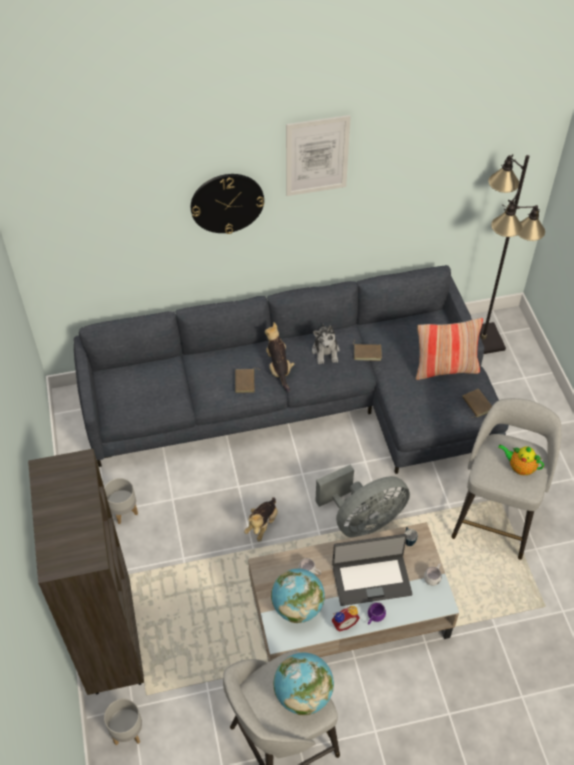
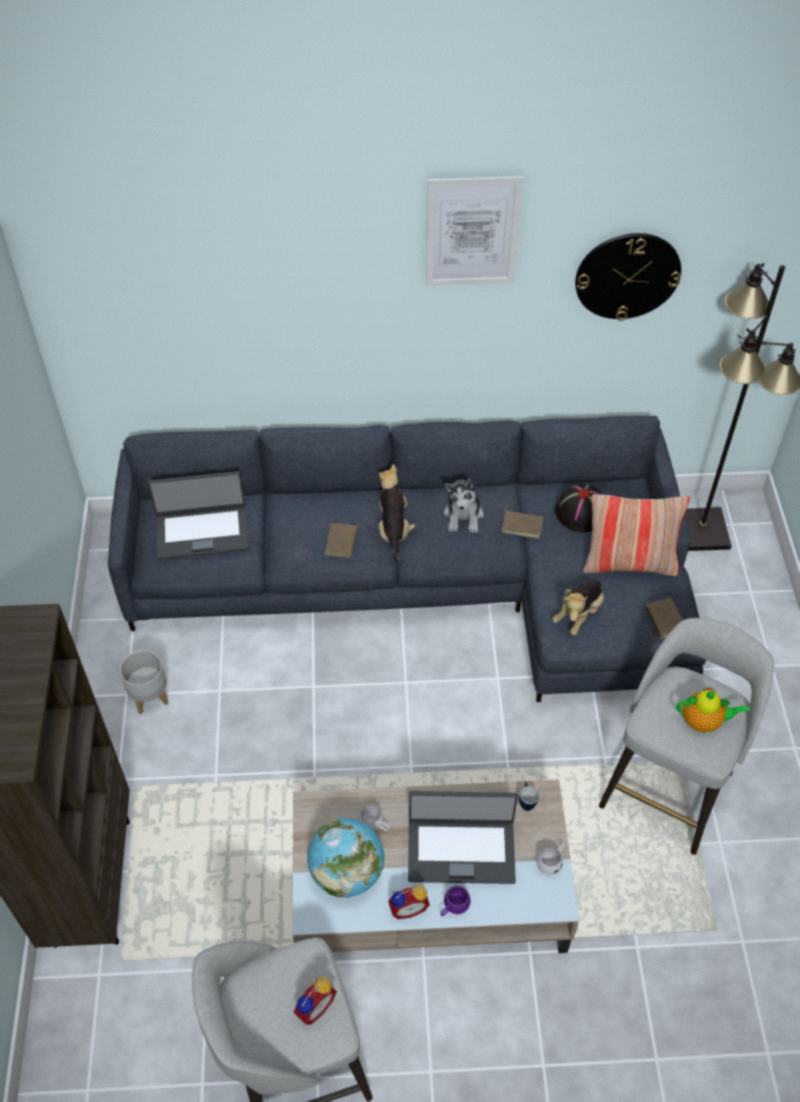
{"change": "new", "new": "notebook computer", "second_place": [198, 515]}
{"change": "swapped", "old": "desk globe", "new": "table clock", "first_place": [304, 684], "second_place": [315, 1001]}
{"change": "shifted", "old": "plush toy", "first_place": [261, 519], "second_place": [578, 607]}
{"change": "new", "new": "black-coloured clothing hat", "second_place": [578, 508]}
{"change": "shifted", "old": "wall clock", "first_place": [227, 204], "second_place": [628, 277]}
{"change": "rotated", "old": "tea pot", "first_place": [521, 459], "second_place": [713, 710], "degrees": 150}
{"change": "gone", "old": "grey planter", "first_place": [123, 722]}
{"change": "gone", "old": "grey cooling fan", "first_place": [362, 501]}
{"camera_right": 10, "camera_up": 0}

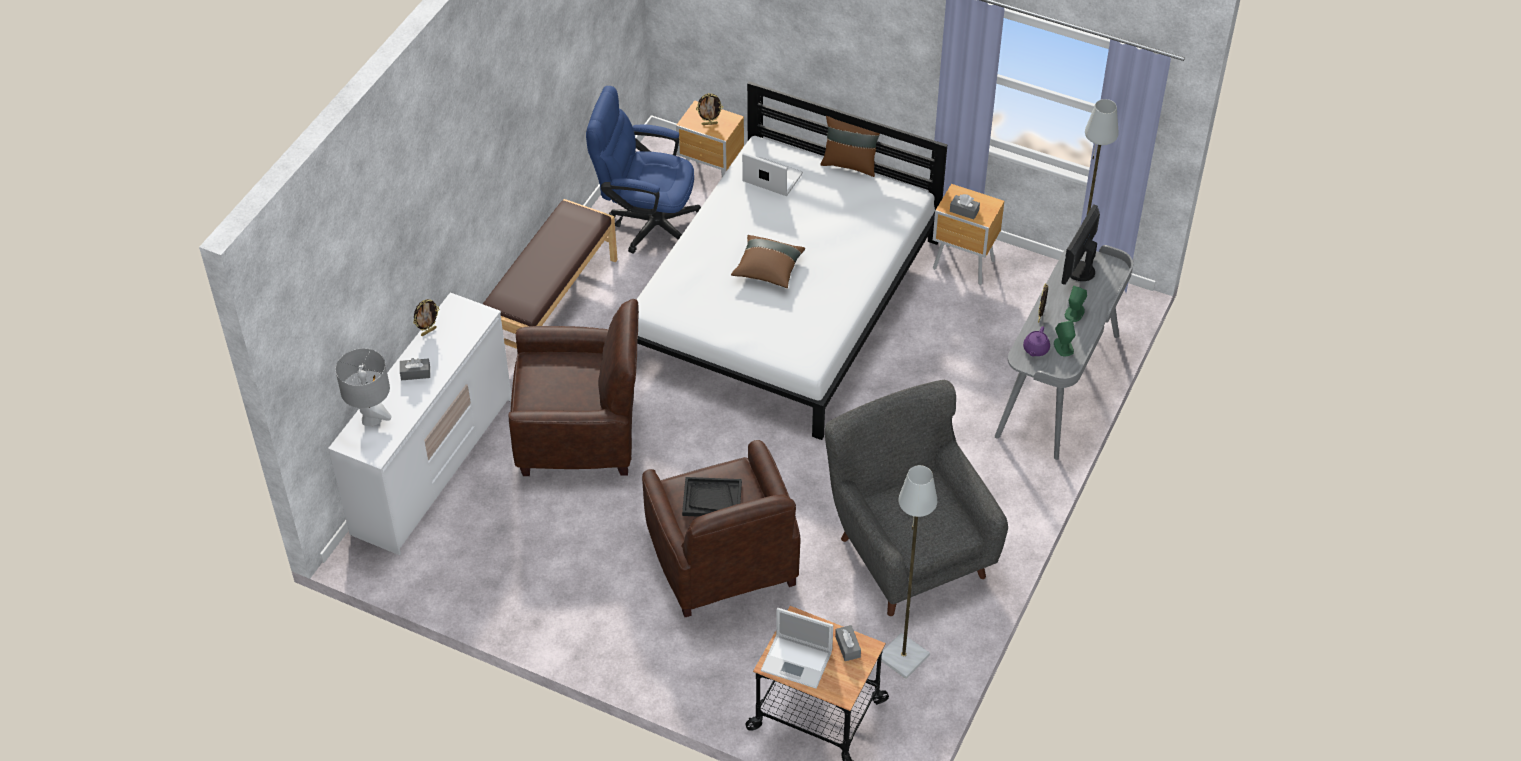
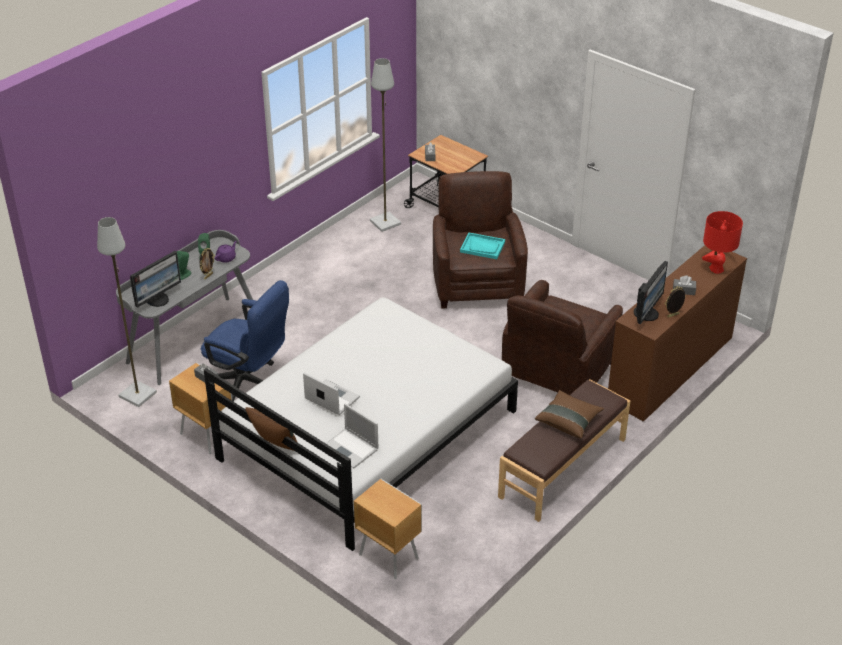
{"change": "shifted", "old": "bluish desk chair", "first_place": [643, 169], "second_place": [245, 340]}
{"change": "shifted", "old": "notebook computer", "first_place": [797, 648], "second_place": [331, 393]}
{"change": "repainted", "old": "black-coloured serving tray", "new": "blue-green serving tray", "first_place": [712, 497], "second_place": [482, 245]}
{"change": "rotated", "old": "brownish armchair", "first_place": [573, 387], "second_place": [562, 337], "degrees": -75}
{"change": "shifted", "old": "brownish cushion", "first_place": [768, 261], "second_place": [569, 414]}
{"change": "repainted", "old": "white-coloured drawer chest", "new": "brownish drawer chest", "first_place": [420, 423], "second_place": [677, 333]}
{"change": "new", "new": "computer screen", "second_place": [651, 292]}
{"change": "repainted", "old": "grey table lamp", "new": "reddish table lamp", "first_place": [363, 387], "second_place": [722, 242]}
{"change": "gone", "old": "photo frame", "first_place": [709, 109]}
{"change": "gone", "old": "grey armchair", "first_place": [916, 498]}
{"camera_right": -165, "camera_up": -10}

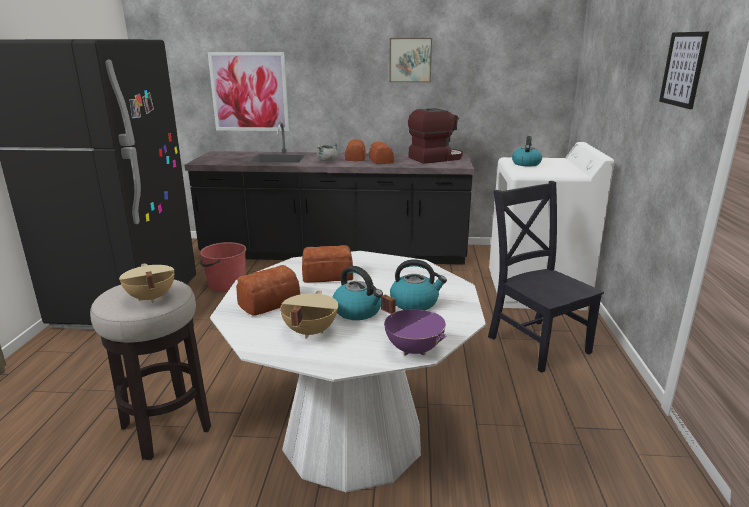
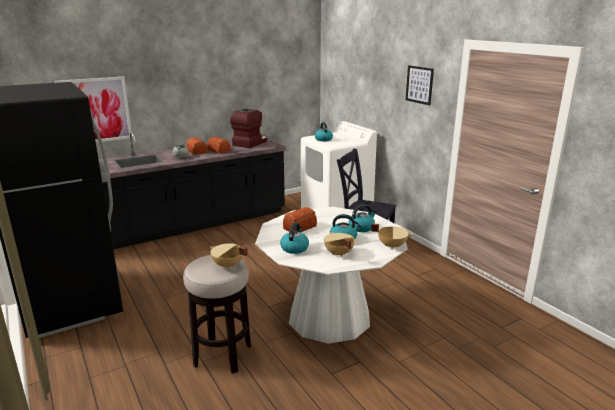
{"change": "swapped", "old": "bread", "new": "kettle", "first_place": [268, 290], "second_place": [294, 238]}
{"change": "repainted", "old": "purplish stockpot", "new": "beige stockpot", "first_place": [413, 325], "second_place": [391, 236]}
{"change": "gone", "old": "reddish bucket", "first_place": [223, 267]}
{"change": "gone", "old": "wall picture", "first_place": [410, 60]}
{"camera_right": -35, "camera_up": 0}

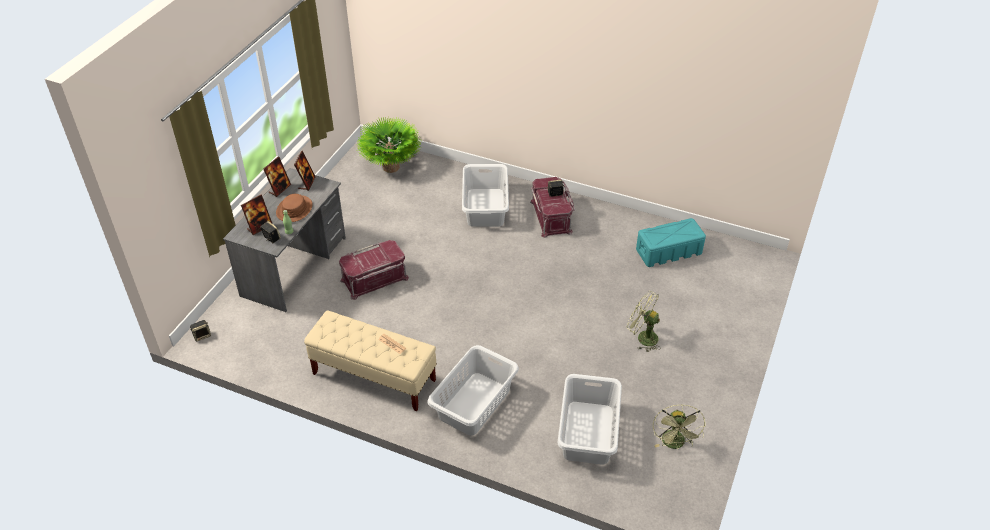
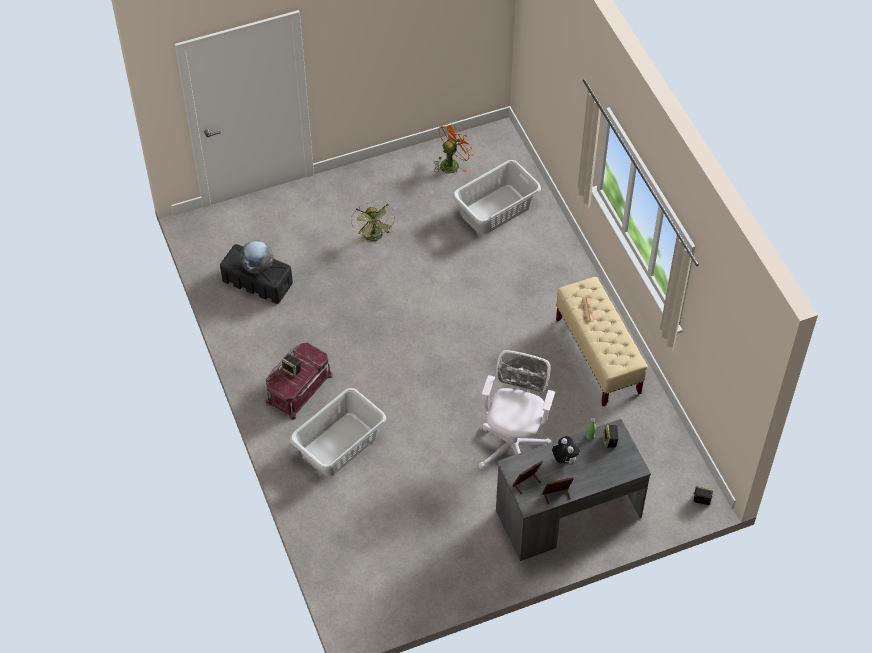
{"change": "repainted", "old": "blue-green storage box", "new": "black-coloured storage box", "first_place": [671, 242], "second_place": [256, 274]}
{"change": "new", "new": "desk globe", "second_place": [257, 257]}
{"change": "repainted", "old": "greenish cooling fan", "new": "orange-coloured cooling fan", "first_place": [679, 427], "second_place": [454, 148]}
{"change": "swapped", "old": "reddish storage box", "new": "white-coloured desk chair", "first_place": [374, 270], "second_place": [516, 410]}
{"change": "swapped", "old": "brownish clothing hat", "new": "plush toy", "first_place": [294, 208], "second_place": [566, 450]}
{"change": "gone", "old": "photo frame", "first_place": [256, 215]}
{"change": "gone", "old": "houseplant", "first_place": [389, 145]}
{"change": "gone", "old": "grey laundry basket", "first_place": [473, 390]}
{"camera_right": -135, "camera_up": 10}

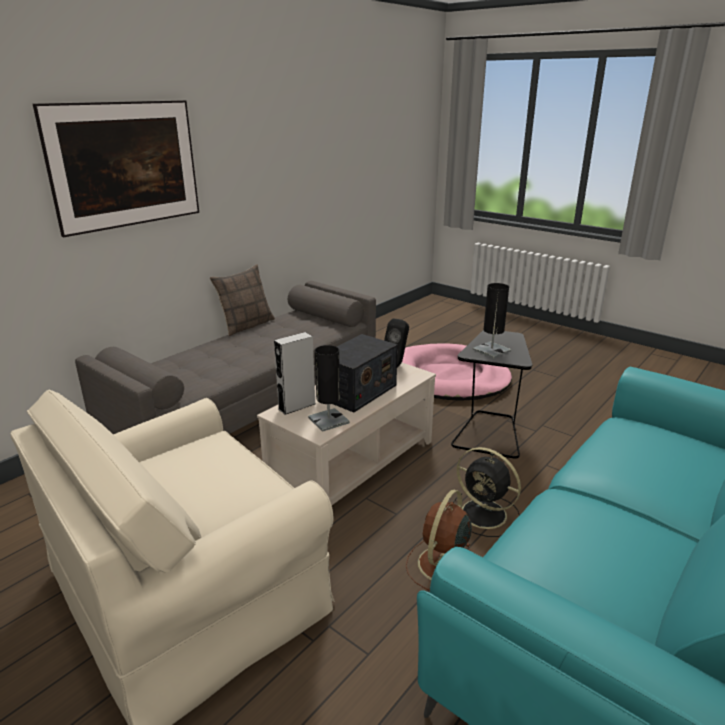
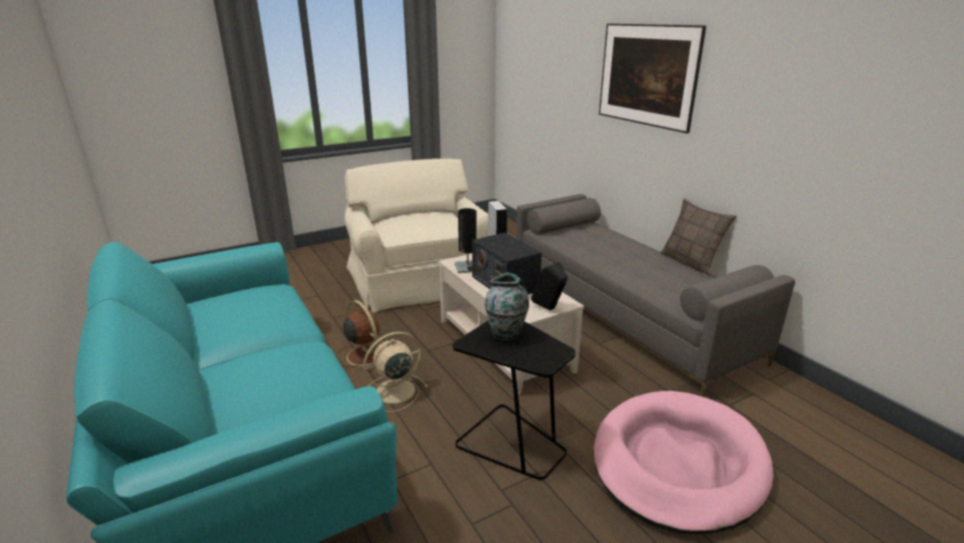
{"change": "repainted", "old": "black-coloured cooling fan", "new": "beige cooling fan", "first_place": [487, 492], "second_place": [395, 372]}
{"change": "swapped", "old": "black-coloured table lamp", "new": "flower vase", "first_place": [492, 320], "second_place": [506, 307]}
{"camera_right": 110, "camera_up": 0}

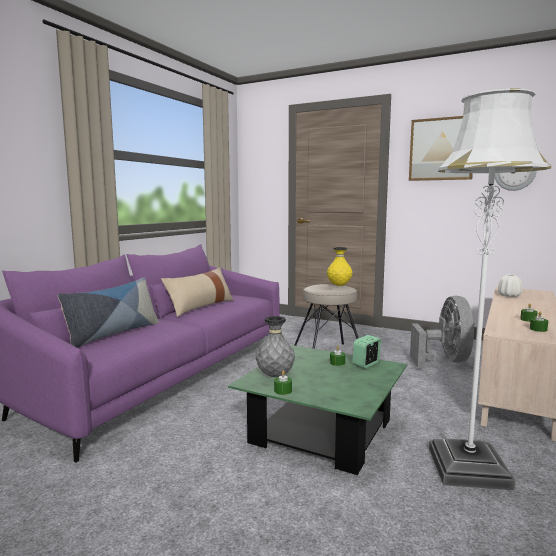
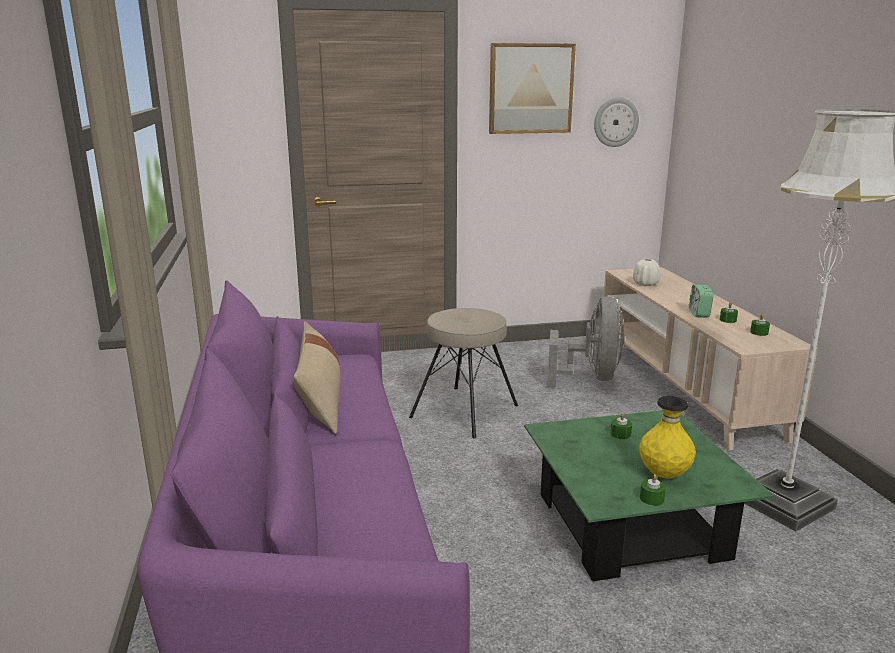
{"change": "rotated", "old": "grey cooling fan", "first_place": [442, 332], "second_place": [586, 341], "degrees": 45}
{"change": "shifted", "old": "yellow-coloured flower vase", "first_place": [339, 266], "second_place": [667, 437]}
{"change": "shifted", "old": "table clock", "first_place": [367, 352], "second_place": [701, 301]}
{"change": "gone", "old": "cushion", "first_place": [108, 312]}
{"change": "gone", "old": "grey flower vase", "first_place": [275, 346]}
{"camera_right": -40, "camera_up": 10}

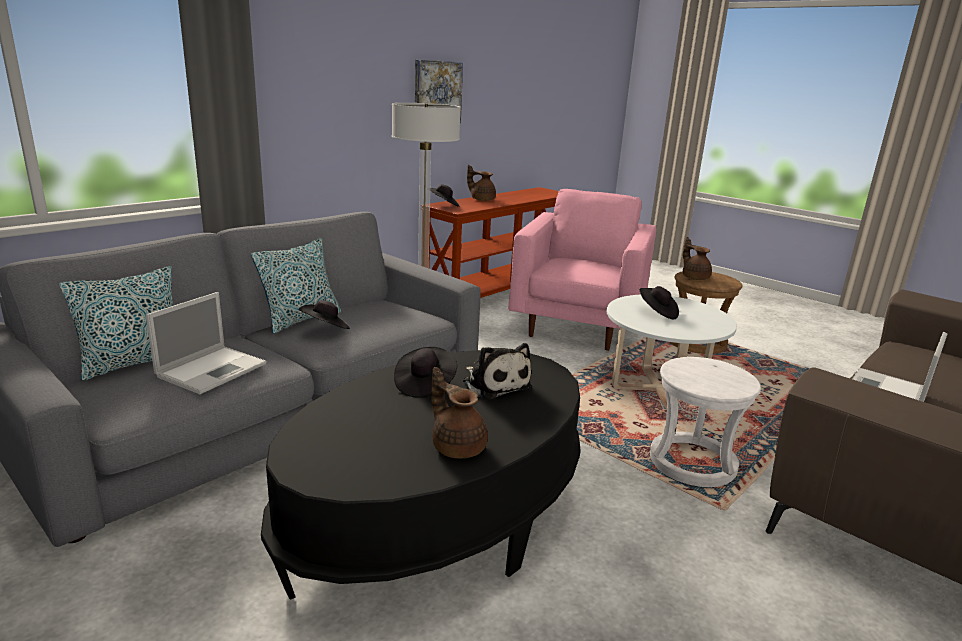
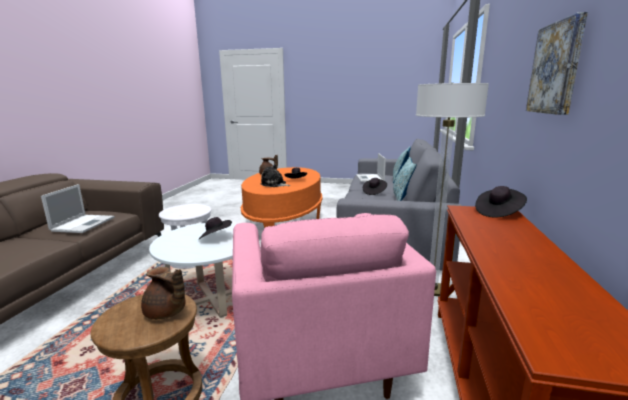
{"change": "repainted", "old": "black-coloured low table", "new": "orange-coloured low table", "first_place": [421, 474], "second_place": [282, 197]}
{"change": "gone", "old": "brownish tea pot", "first_place": [481, 183]}
{"camera_right": 150, "camera_up": -5}

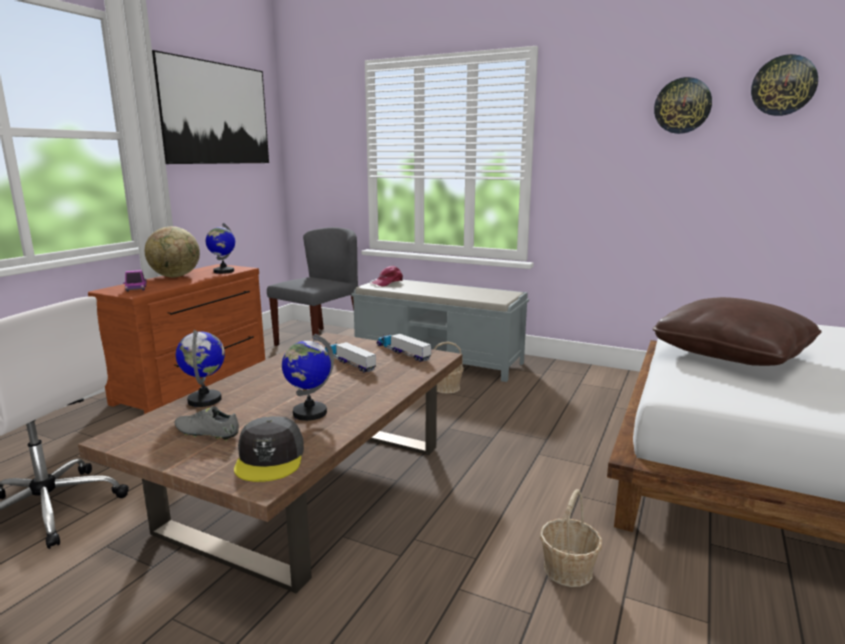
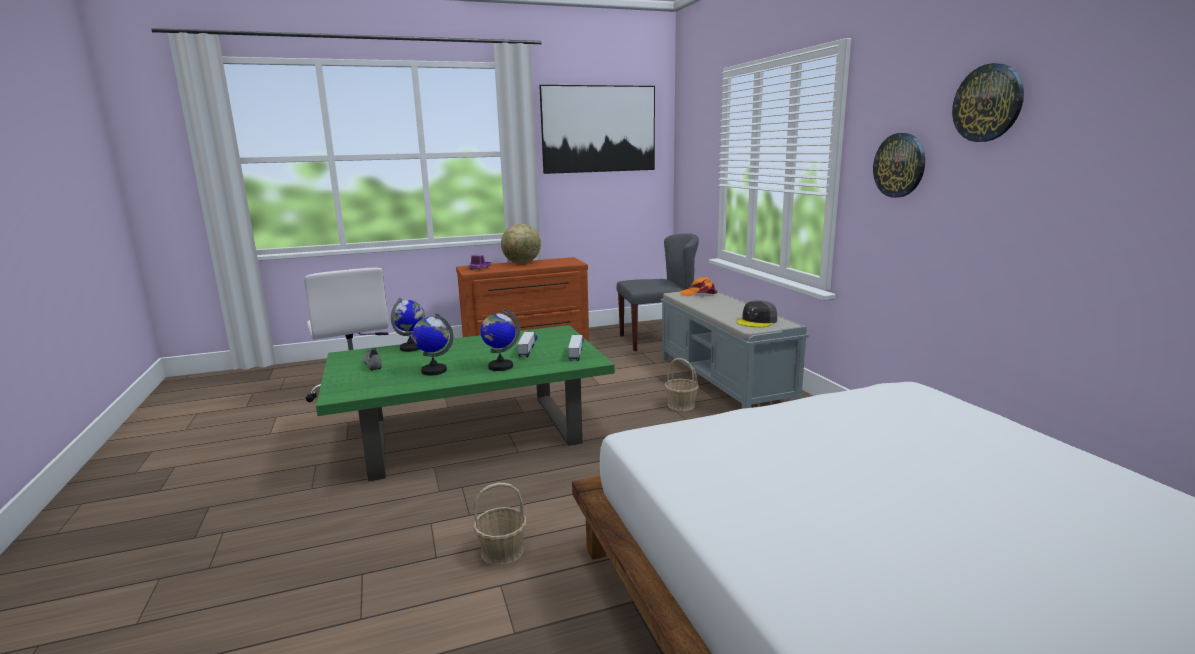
{"change": "repainted", "old": "brownish low table", "new": "greenish low table", "first_place": [270, 463], "second_place": [465, 403]}
{"change": "shifted", "old": "desk globe", "first_place": [220, 248], "second_place": [500, 340]}
{"change": "repainted", "old": "pink baseball cap", "new": "orange-coloured baseball cap", "first_place": [386, 276], "second_place": [698, 286]}
{"change": "shifted", "old": "grey baseball cap", "first_place": [269, 449], "second_place": [757, 313]}
{"change": "shifted", "old": "wall clock", "first_place": [784, 85], "second_place": [899, 165]}
{"change": "gone", "old": "brownish cushion", "first_place": [737, 331]}
{"camera_right": 45, "camera_up": 0}

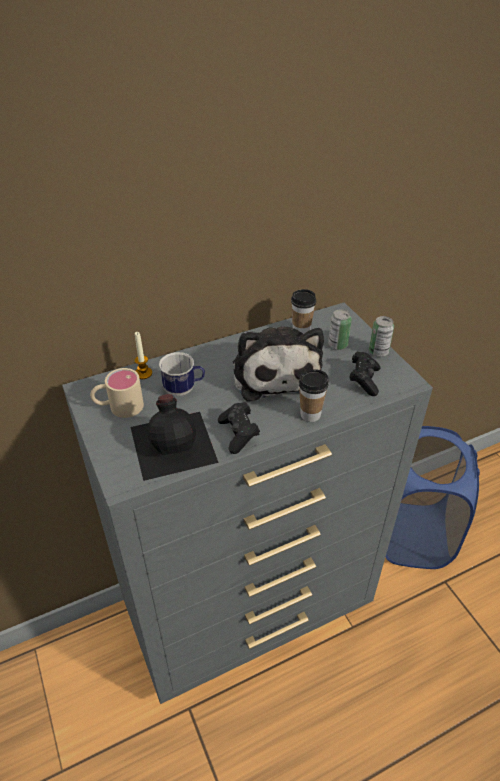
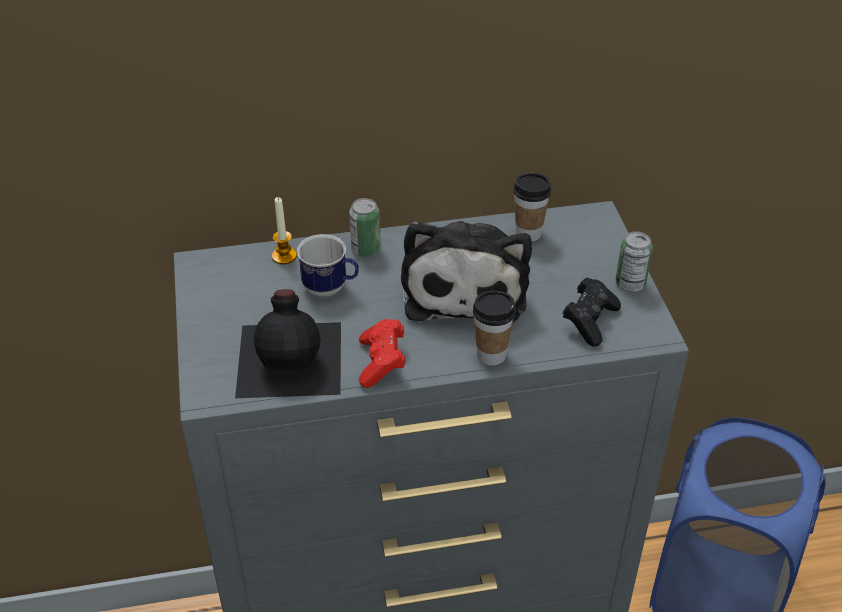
{"change": "shifted", "old": "can", "first_place": [340, 329], "second_place": [365, 227]}
{"change": "repainted", "old": "black-coloured joypad", "new": "reddish joypad", "first_place": [239, 428], "second_place": [382, 353]}
{"change": "gone", "old": "beige coffee mug", "first_place": [117, 393]}
{"camera_right": 15, "camera_up": 0}

